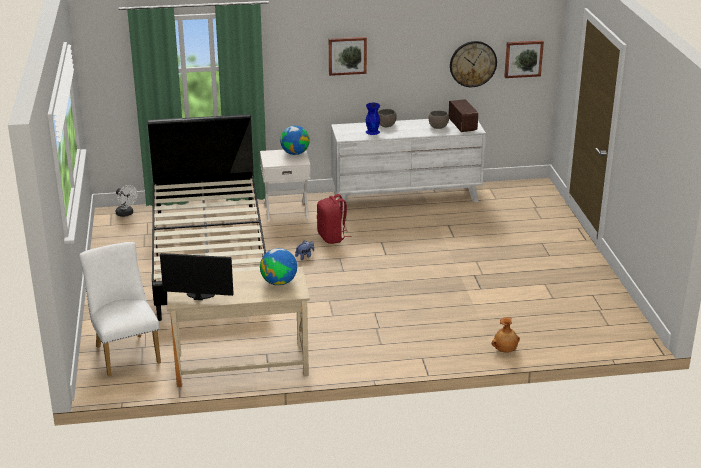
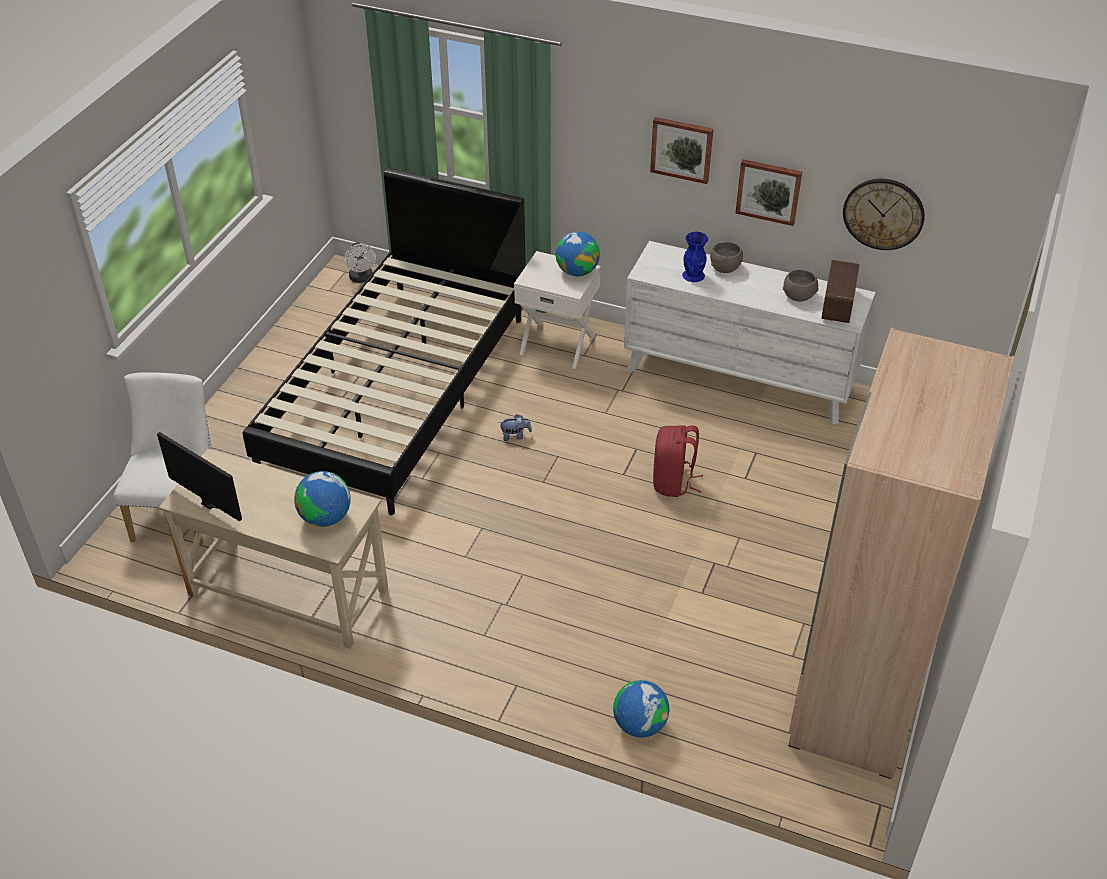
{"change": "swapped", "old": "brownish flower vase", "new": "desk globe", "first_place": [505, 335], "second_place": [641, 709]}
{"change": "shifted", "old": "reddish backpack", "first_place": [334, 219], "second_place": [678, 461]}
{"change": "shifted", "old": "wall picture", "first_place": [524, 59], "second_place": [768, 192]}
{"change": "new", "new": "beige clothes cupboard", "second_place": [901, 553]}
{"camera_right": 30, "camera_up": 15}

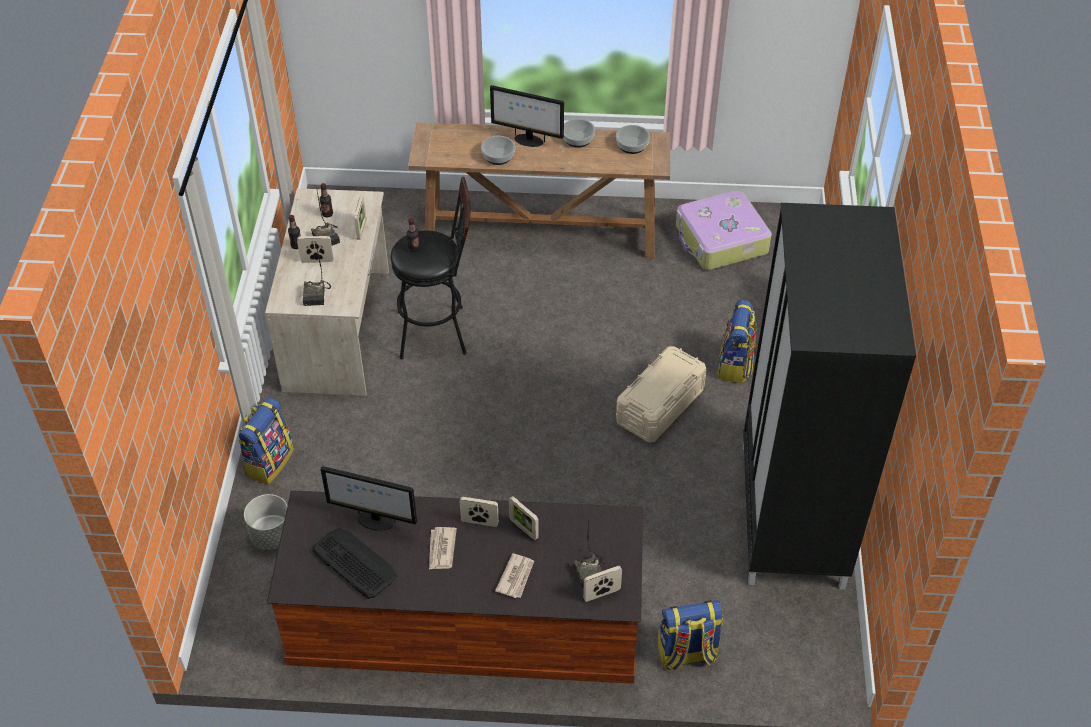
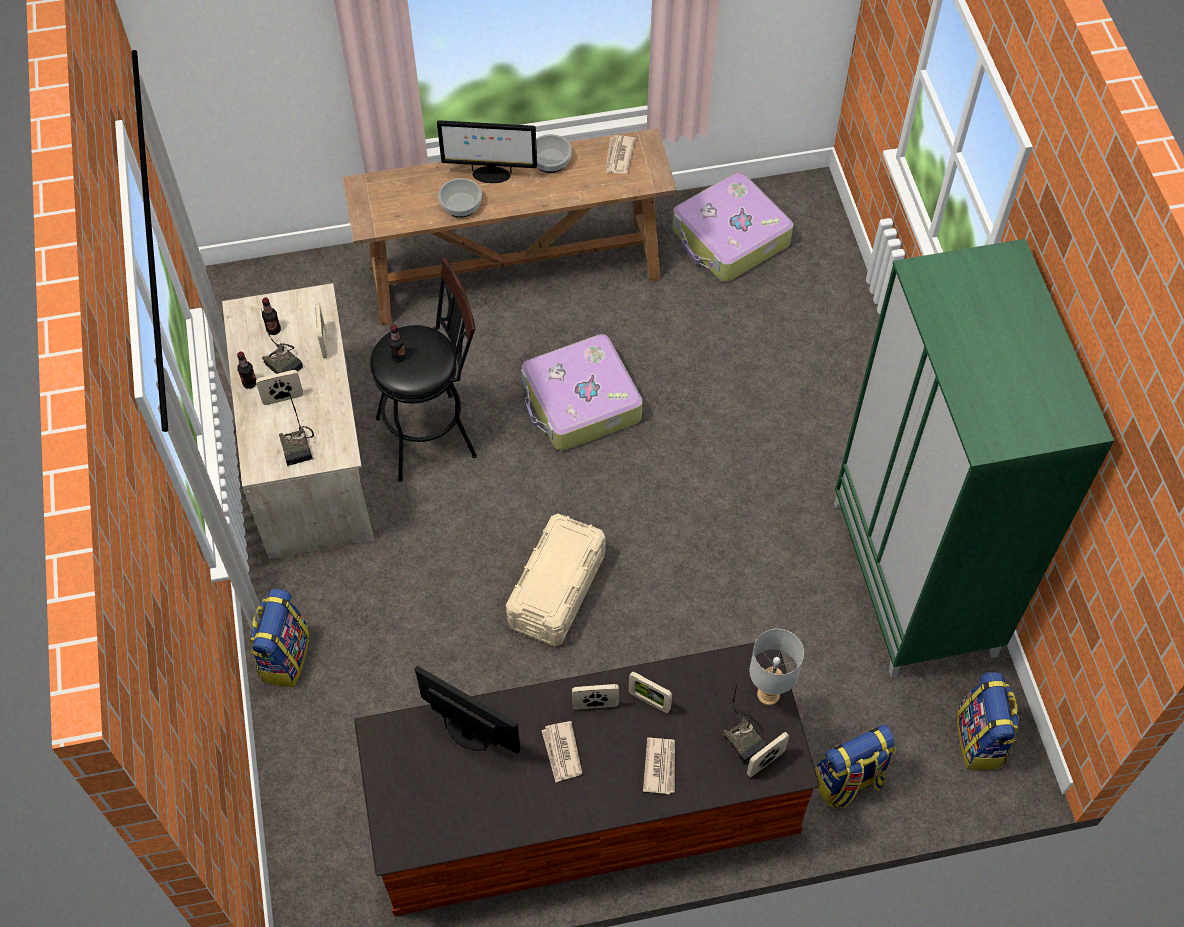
{"change": "rotated", "old": "computer screen", "first_place": [369, 498], "second_place": [467, 709], "degrees": -150}
{"change": "shifted", "old": "beige storage box", "first_place": [661, 394], "second_place": [556, 580]}
{"change": "new", "new": "travel case", "second_place": [582, 392]}
{"change": "swapped", "old": "serving bowl", "new": "daily paper", "first_place": [633, 139], "second_place": [620, 154]}
{"change": "new", "new": "grey table lamp", "second_place": [776, 667]}
{"change": "repainted", "old": "black-coloured clothes cupboard", "new": "greenish clothes cupboard", "first_place": [829, 396], "second_place": [974, 458]}
{"change": "shifted", "old": "backpack", "first_place": [737, 341], "second_place": [988, 721]}
{"change": "gone", "old": "grey planter", "first_place": [265, 522]}
{"change": "gone", "old": "PC keyboard", "first_place": [354, 563]}
{"camera_right": -15, "camera_up": 10}

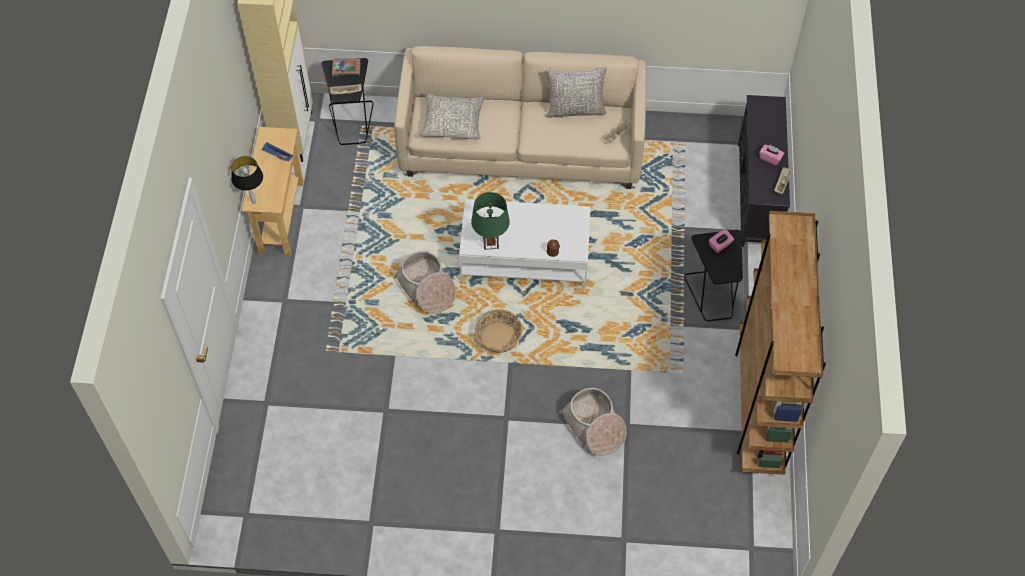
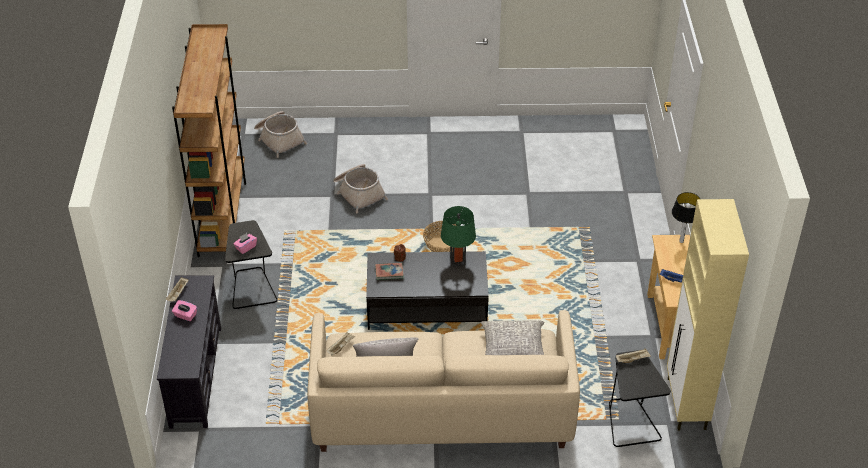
{"change": "shifted", "old": "storage basket", "first_place": [424, 282], "second_place": [280, 134]}
{"change": "repainted", "old": "white-coloured low table", "new": "black-coloured low table", "first_place": [525, 243], "second_place": [427, 290]}
{"change": "shifted", "old": "book", "first_place": [346, 68], "second_place": [389, 271]}
{"camera_right": 175, "camera_up": -15}

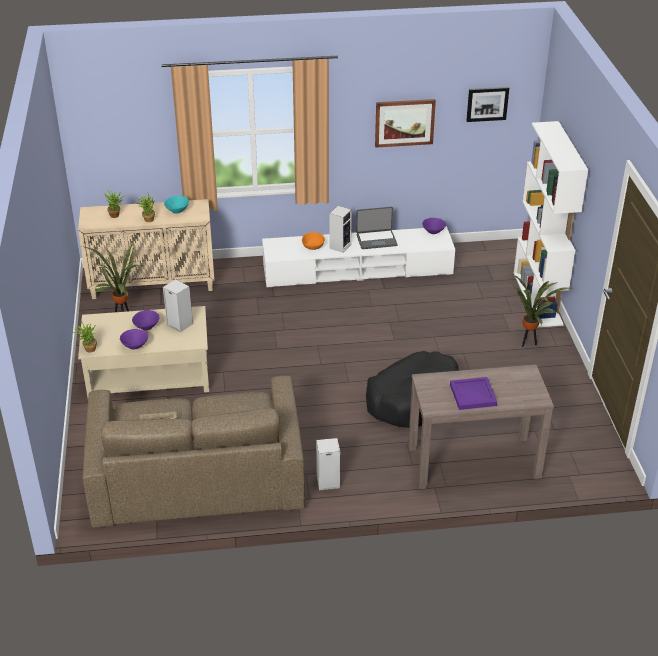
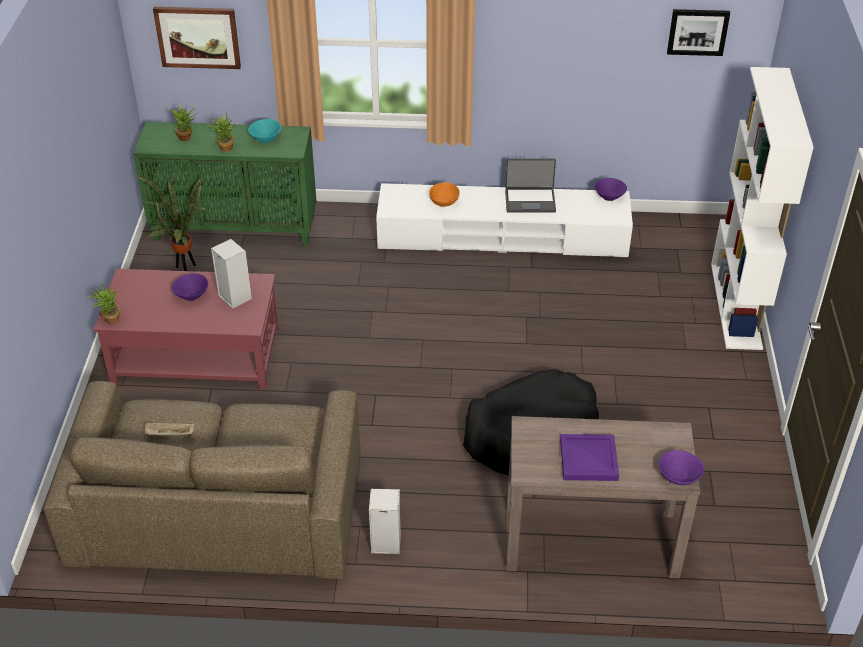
{"change": "repainted", "old": "beige low table", "new": "reddish low table", "first_place": [143, 351], "second_place": [186, 329]}
{"change": "repainted", "old": "beige cupboard", "new": "greenish cupboard", "first_place": [146, 249], "second_place": [224, 184]}
{"change": "shifted", "old": "wall picture", "first_place": [405, 123], "second_place": [197, 38]}
{"change": "shifted", "old": "purplish serving bowl", "first_place": [134, 339], "second_place": [681, 467]}
{"change": "gone", "old": "speaker", "first_place": [341, 229]}
{"change": "gone", "old": "houseplant", "first_place": [540, 311]}
{"camera_right": 10, "camera_up": 5}

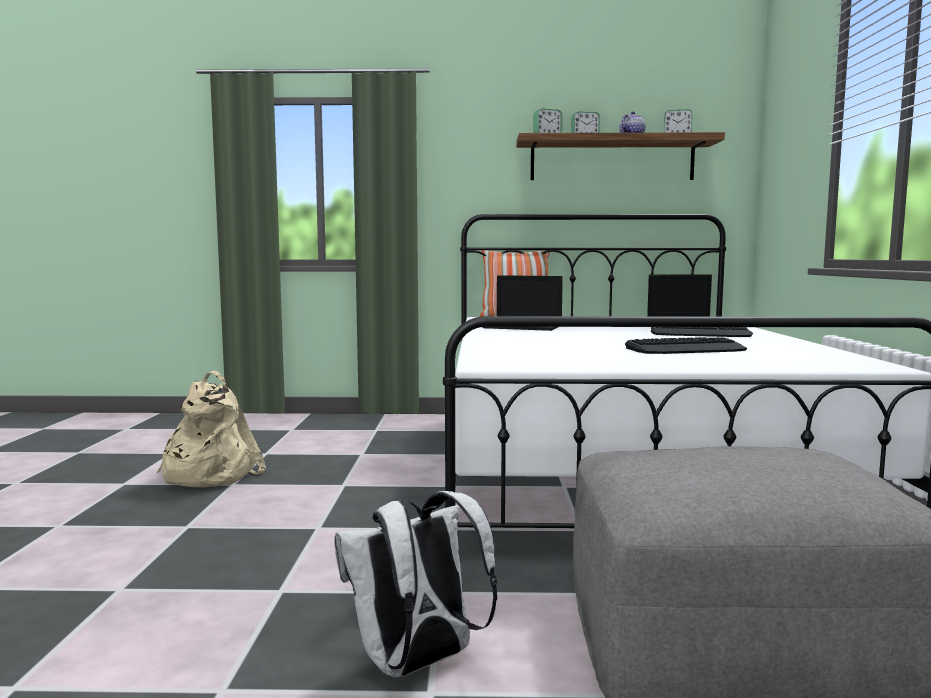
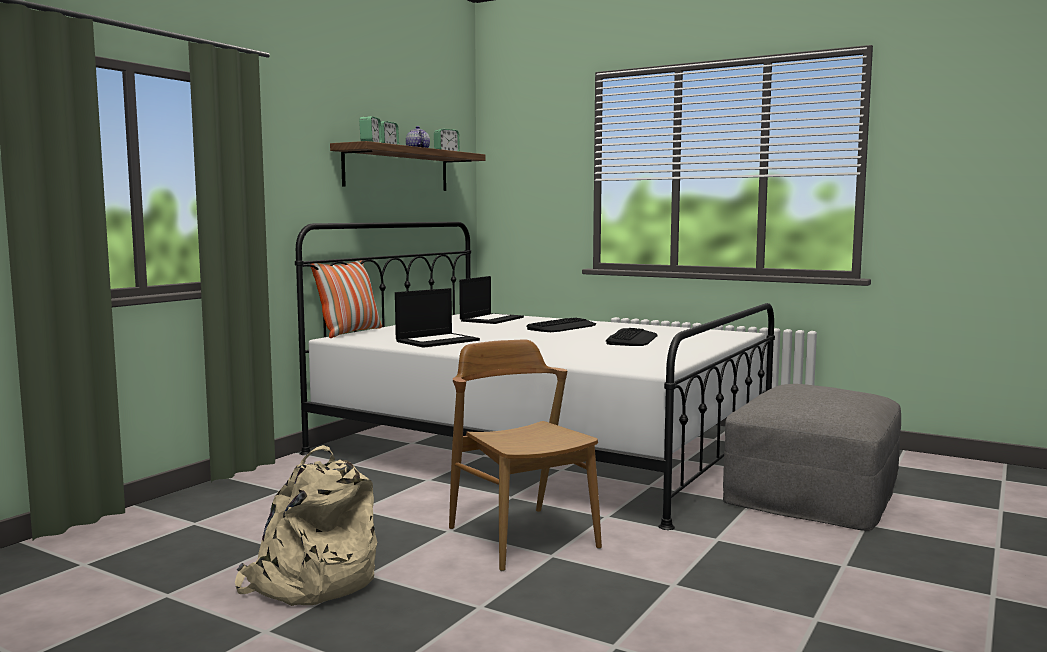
{"change": "new", "new": "brownish chair", "second_place": [525, 455]}
{"change": "gone", "old": "white-coloured backpack", "first_place": [415, 584]}
{"camera_right": -60, "camera_up": 0}

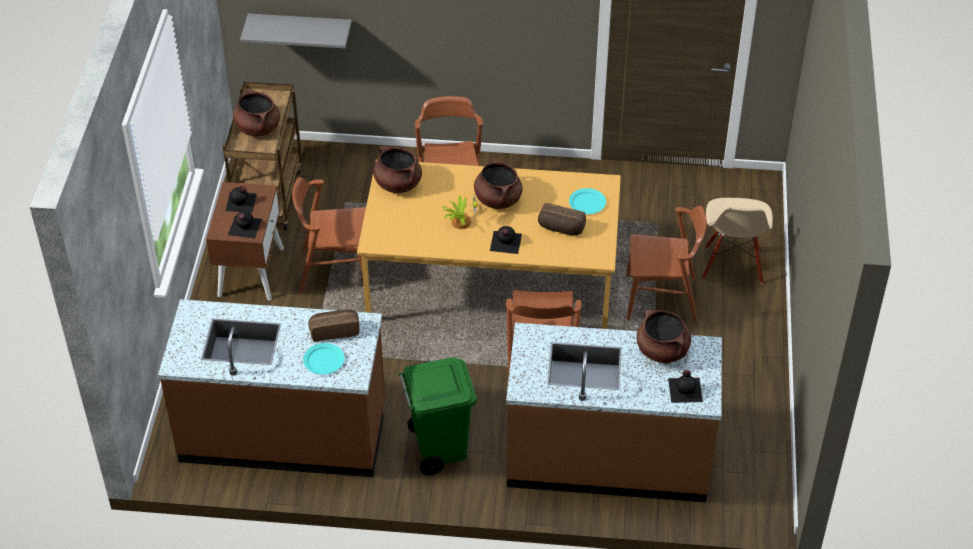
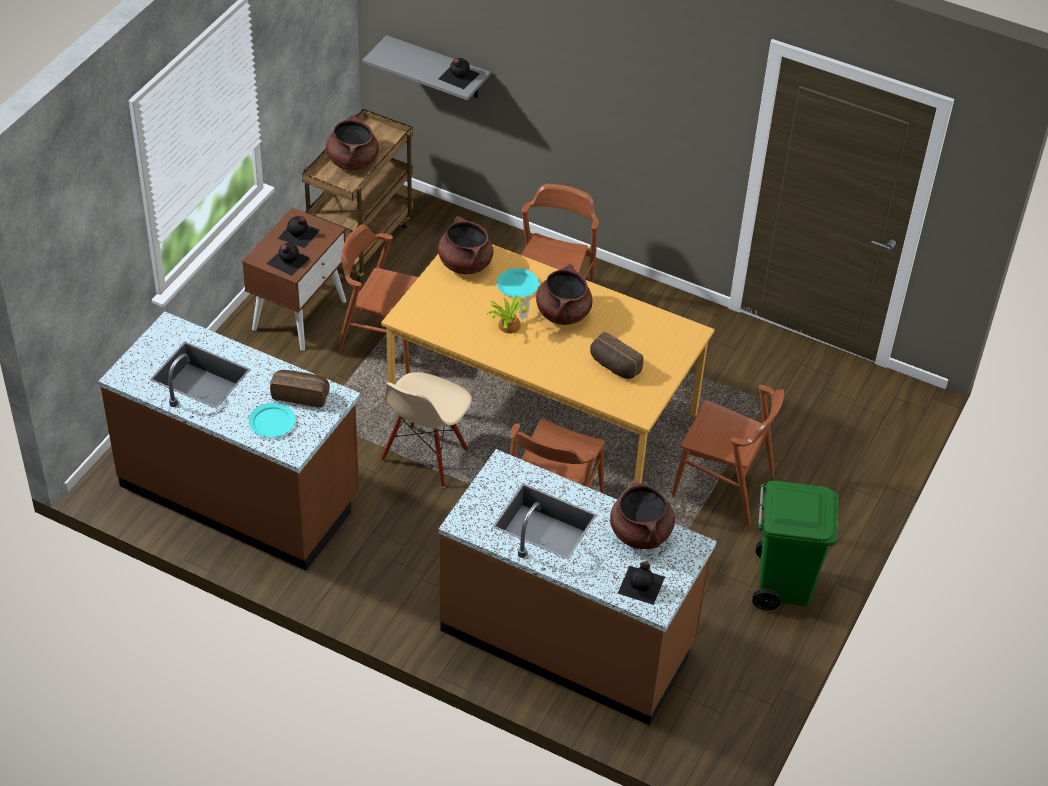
{"change": "shifted", "old": "beige chair", "first_place": [737, 241], "second_place": [426, 430]}
{"change": "shifted", "old": "black-coloured bottle", "first_place": [506, 240], "second_place": [459, 73]}
{"change": "shifted", "old": "blue-green flat dish", "first_place": [587, 201], "second_place": [518, 283]}
{"change": "shifted", "old": "greenish rubbish bin", "first_place": [438, 416], "second_place": [796, 545]}
{"camera_right": 20, "camera_up": 0}

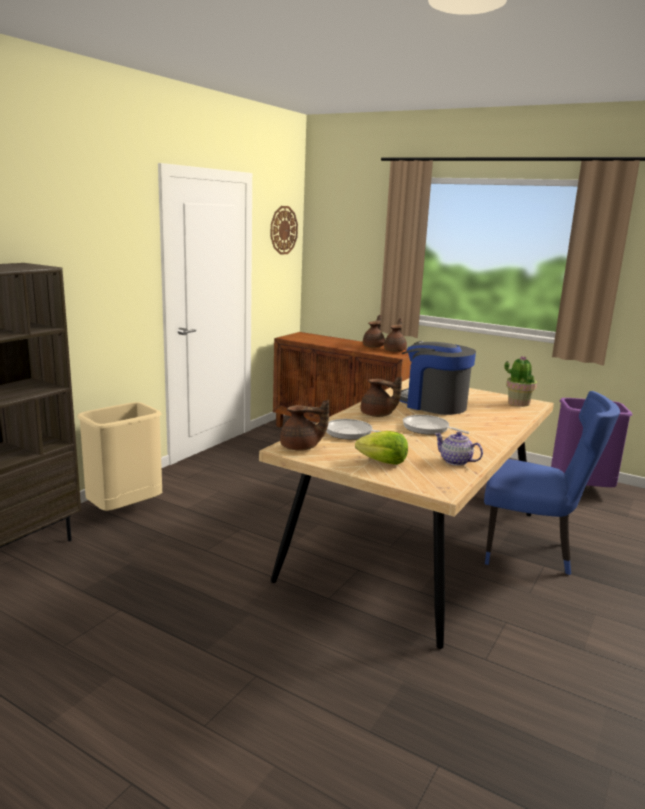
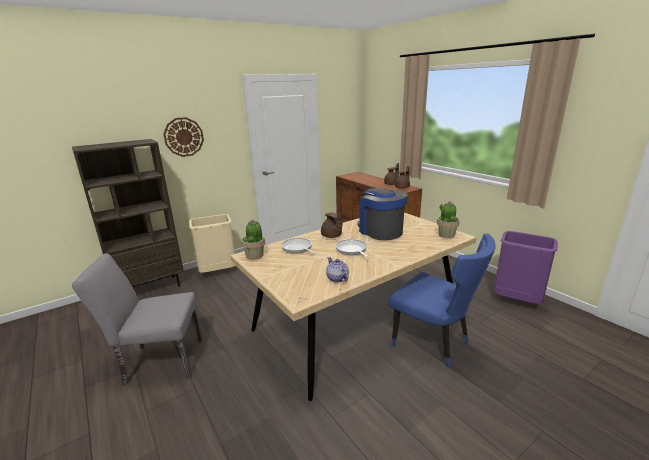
{"change": "new", "new": "grey chair", "second_place": [137, 319]}
{"change": "shifted", "old": "wall clock", "first_place": [284, 230], "second_place": [184, 137]}
{"change": "swapped", "old": "brownish tea pot", "new": "houseplant", "first_place": [304, 425], "second_place": [253, 239]}
{"change": "gone", "old": "lettuce", "first_place": [381, 448]}
{"camera_right": 25, "camera_up": 5}

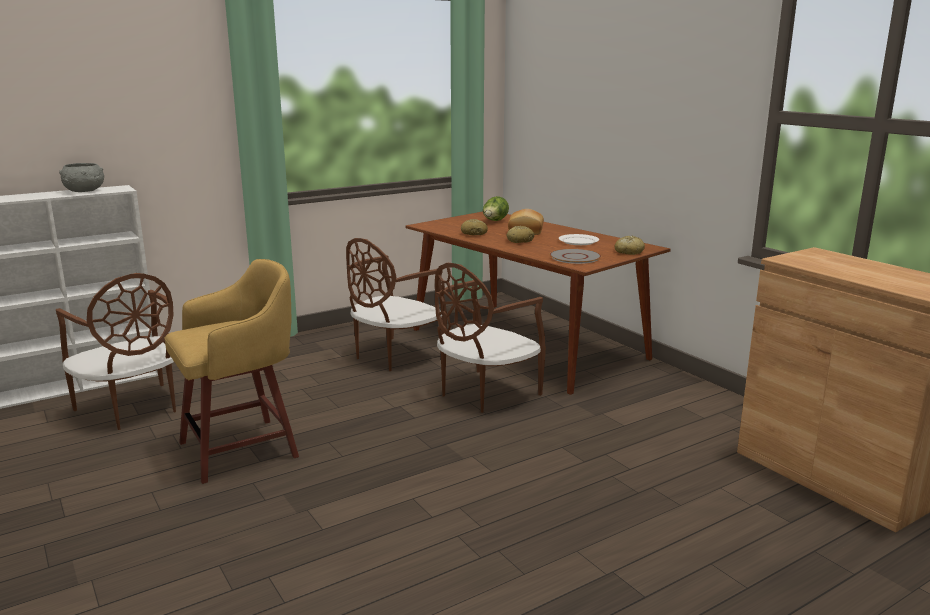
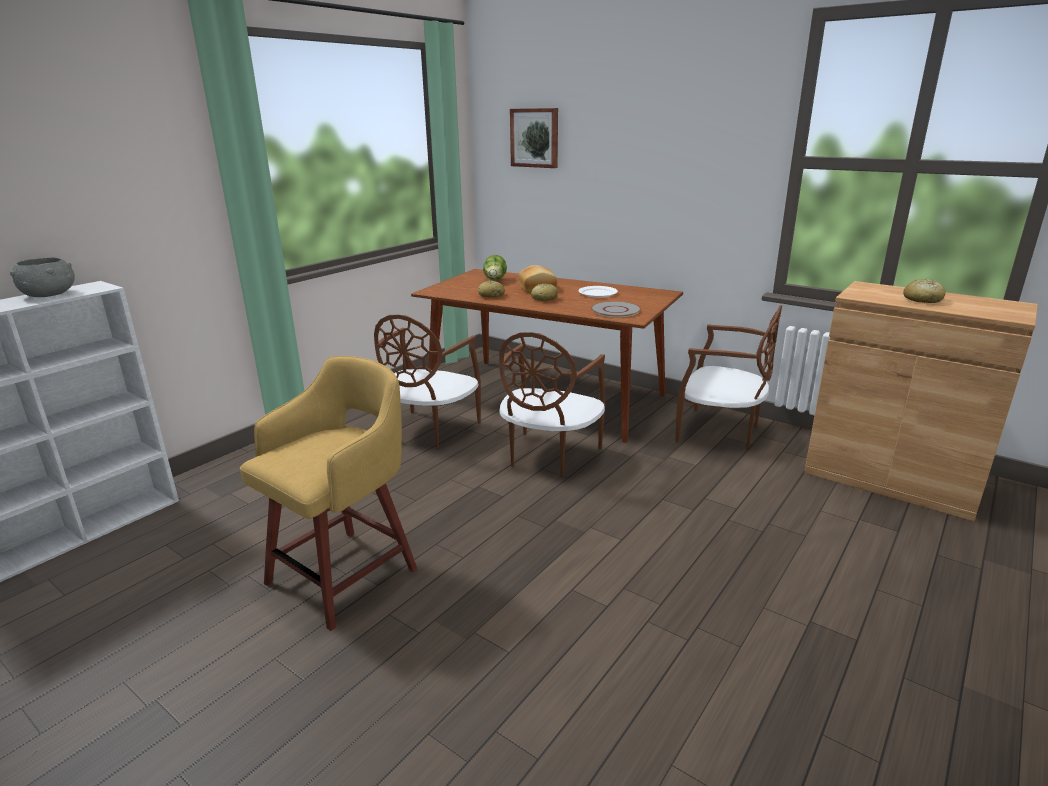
{"change": "new", "new": "wall picture", "second_place": [534, 138]}
{"change": "shifted", "old": "brownish chair", "first_place": [116, 351], "second_place": [728, 377]}
{"change": "shifted", "old": "bread", "first_place": [630, 245], "second_place": [924, 291]}
{"camera_right": -20, "camera_up": 5}

